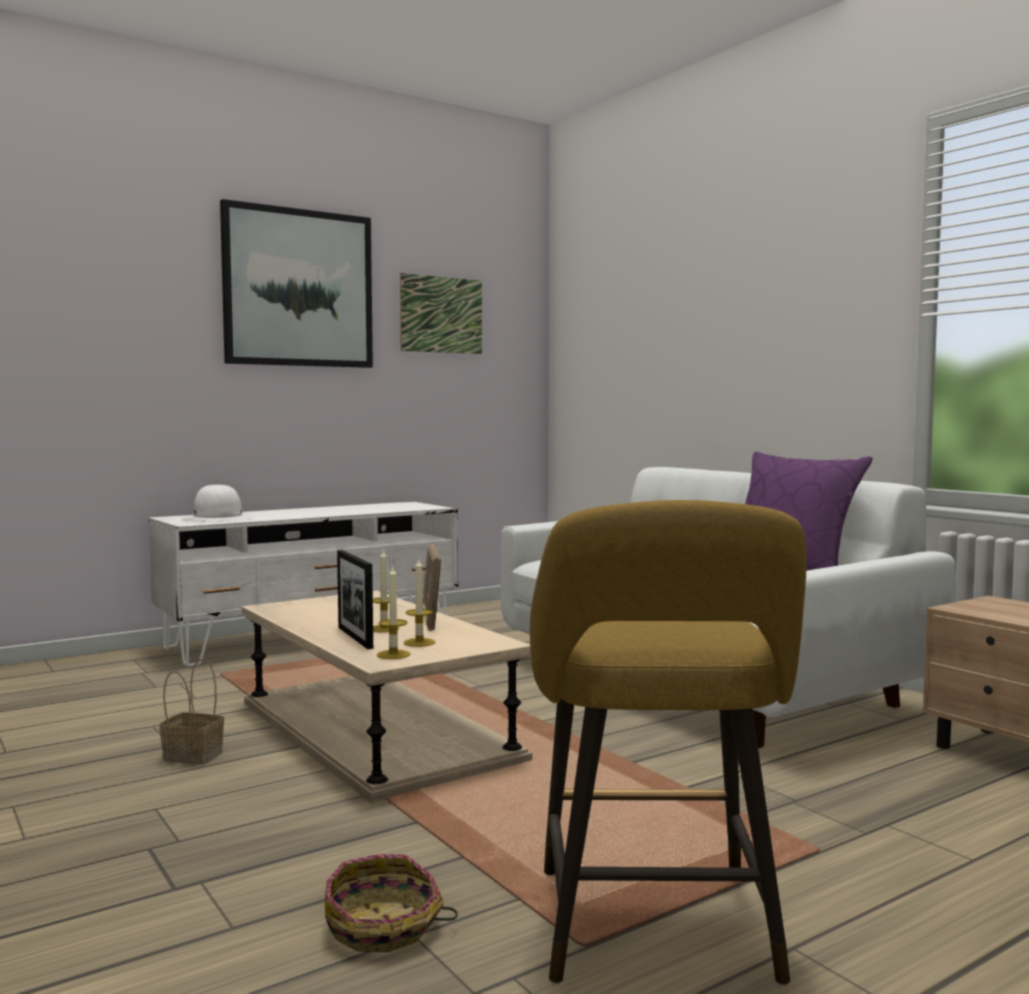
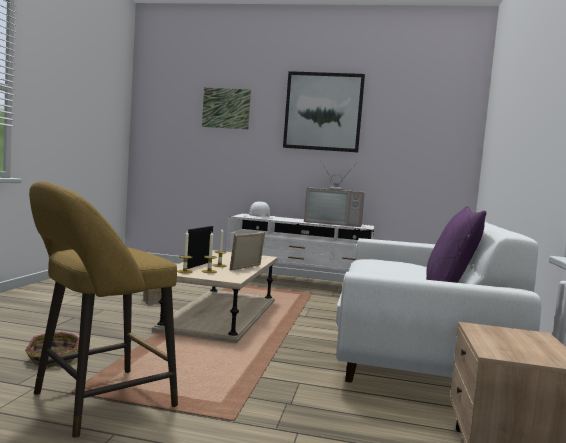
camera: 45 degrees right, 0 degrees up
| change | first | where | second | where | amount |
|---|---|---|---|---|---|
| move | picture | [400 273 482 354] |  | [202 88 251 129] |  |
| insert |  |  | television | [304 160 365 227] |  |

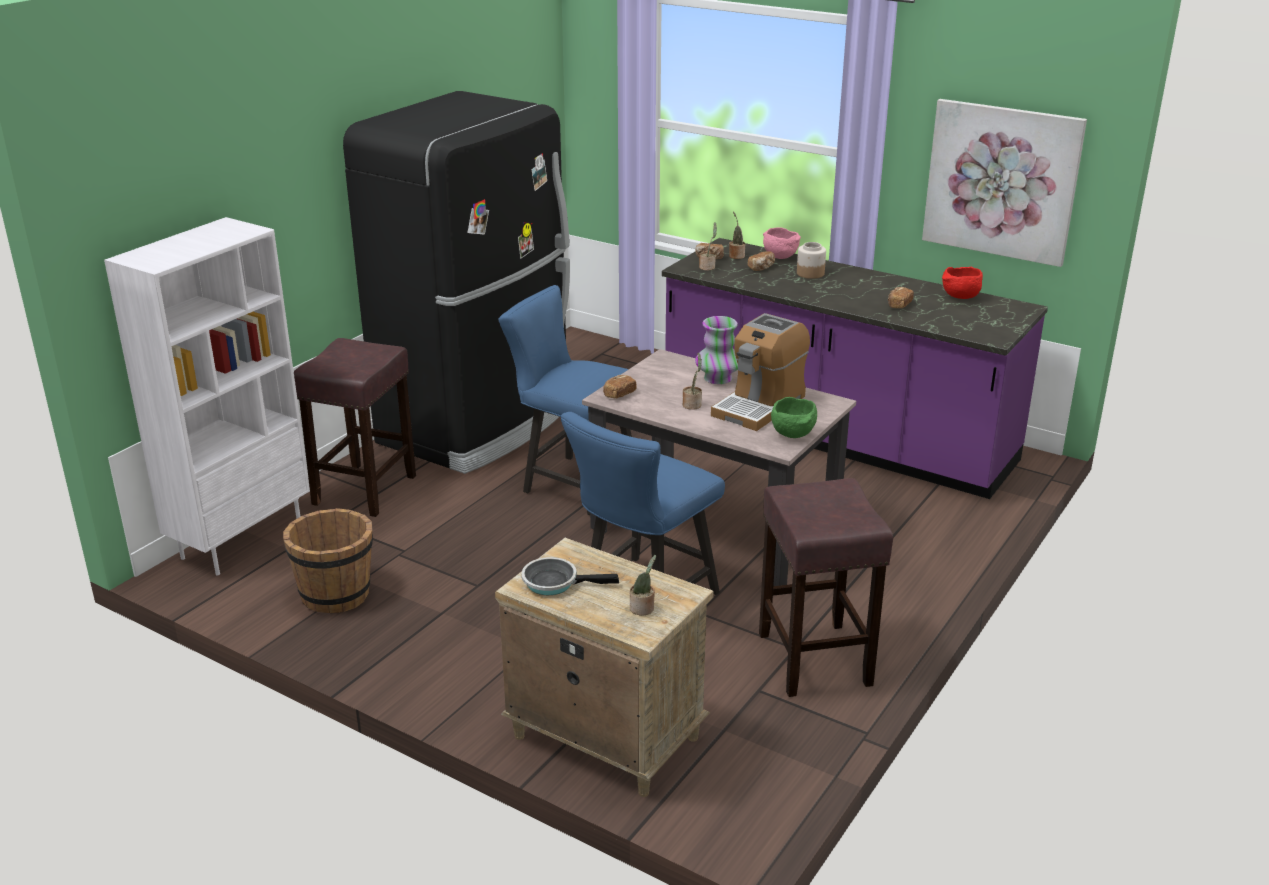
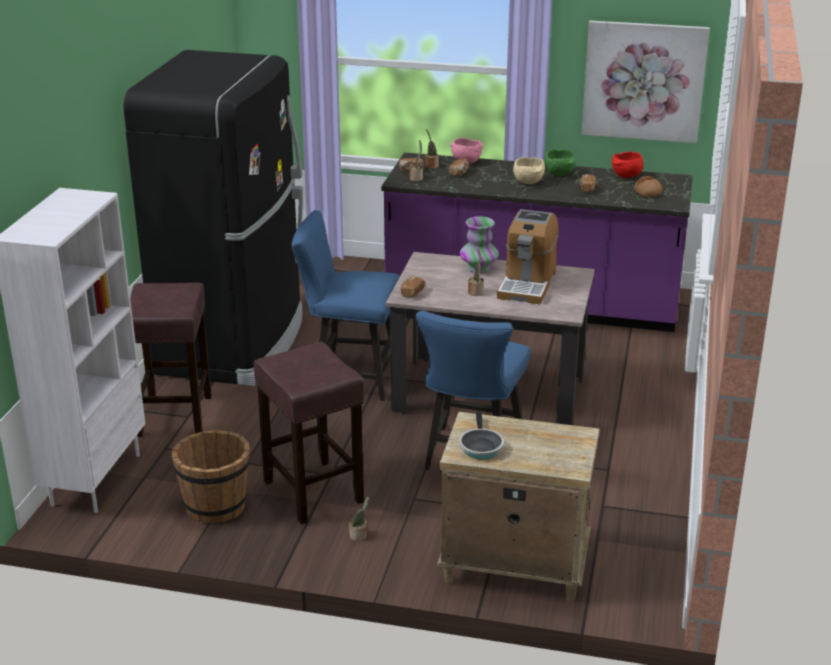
camera: 20 degrees left, 0 degrees up
| change | first | where | second | where | amount |
|---|---|---|---|---|---|
| rotate | frying pan | [522 557 619 595] |  | [459 411 504 459] | 75 degrees counterclockwise |
| move | potted plant | [630 555 656 616] |  | [349 497 369 541] |  |
| move | brown stool | [759 478 893 697] |  | [253 342 364 524] |  |
| move | green bowl | [771 397 817 438] |  | [544 149 575 176] |  |
| delete | jar | [797 242 826 279] |  |  |  |
| insert |  |  | beige bowl | [513 157 545 184] |  |
| insert |  |  | bread | [634 176 663 197] |  |

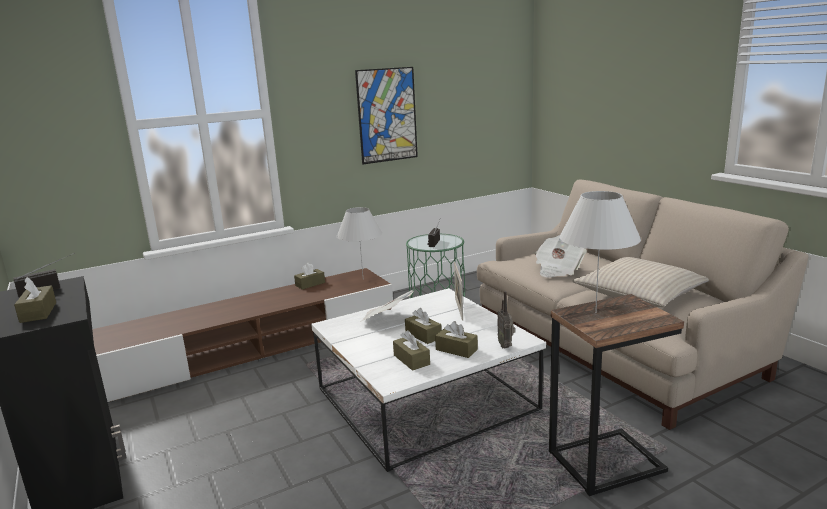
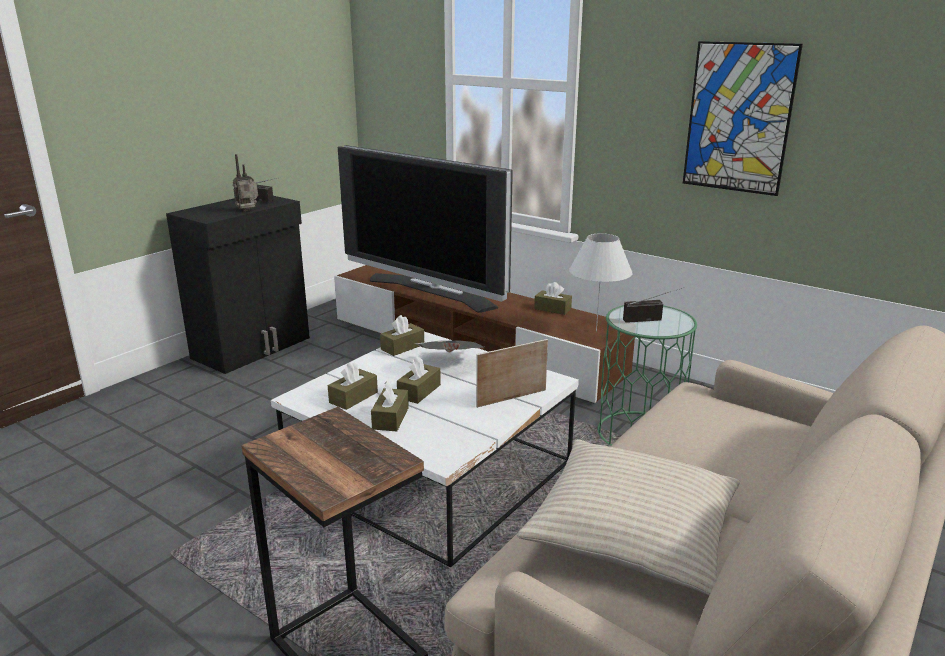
camera: 65 degrees right, 5 degrees up
| change | first | where | second | where | amount |
|---|---|---|---|---|---|
| move | brown tissue box | [14 277 56 323] |  | [380 315 424 356] |  |
| move | radio | [497 291 515 349] |  | [233 154 258 211] |  |
| delete | newspaper | [535 235 587 278] |  |  |  |
| delete | white table lamp | [559 191 641 313] |  |  |  |
| insert |  |  | television | [338 145 513 313] |  |

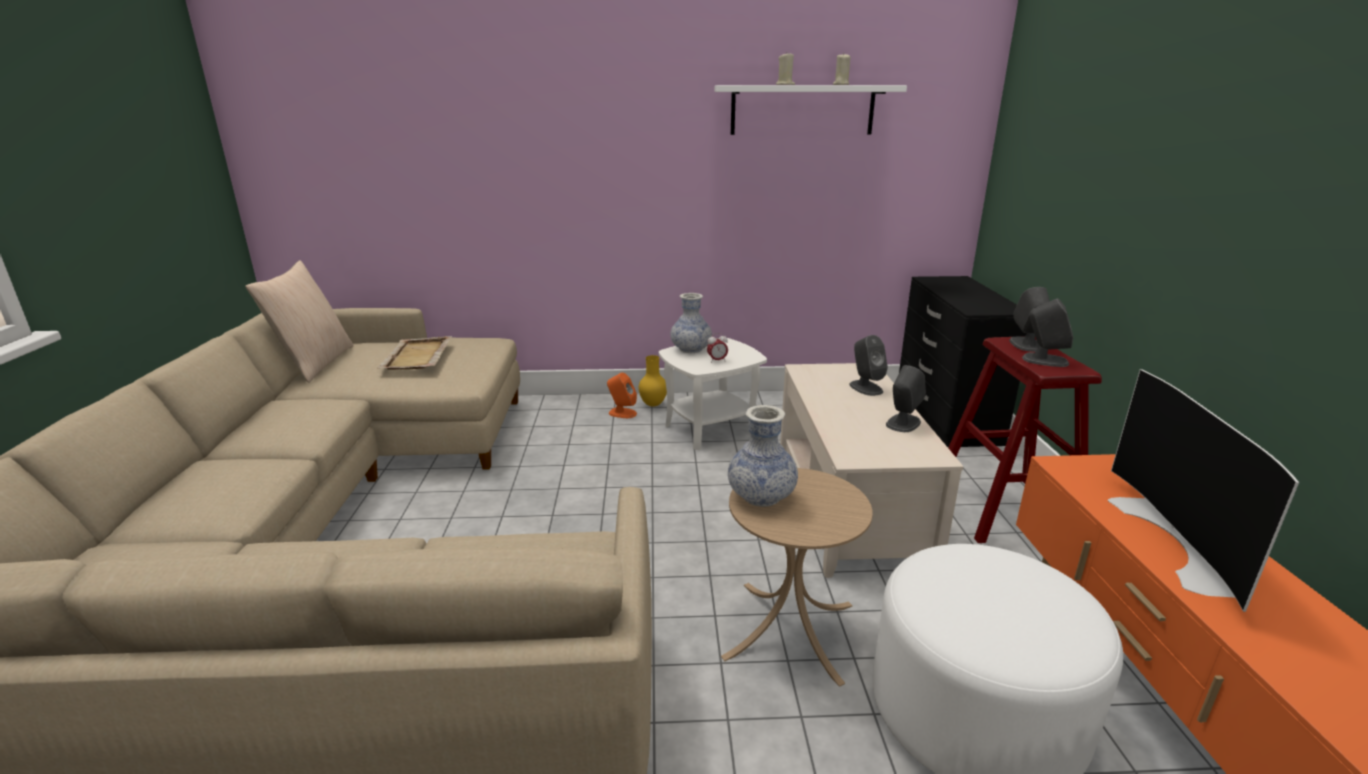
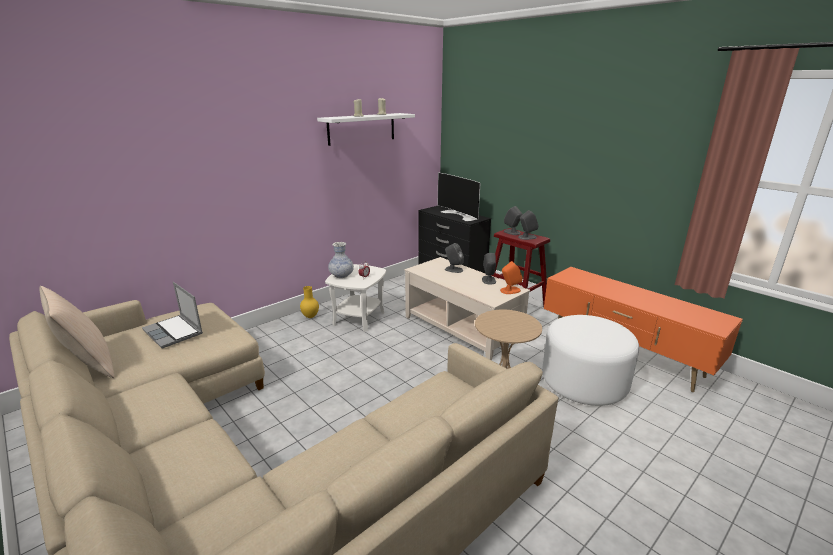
camera: 40 degrees left, 0 degrees up
| change | first | where | second | where | amount |
|---|---|---|---|---|---|
| replace | beige tray | [377 336 452 370] | laptop | [142 282 203 349] |  |
| move | orange speaker | [607 373 637 418] |  | [500 261 523 294] |  |
| delete | vase | [728 405 798 507] |  |  |  |
| move | television | [1108 369 1299 612] |  | [437 173 481 221] |  |

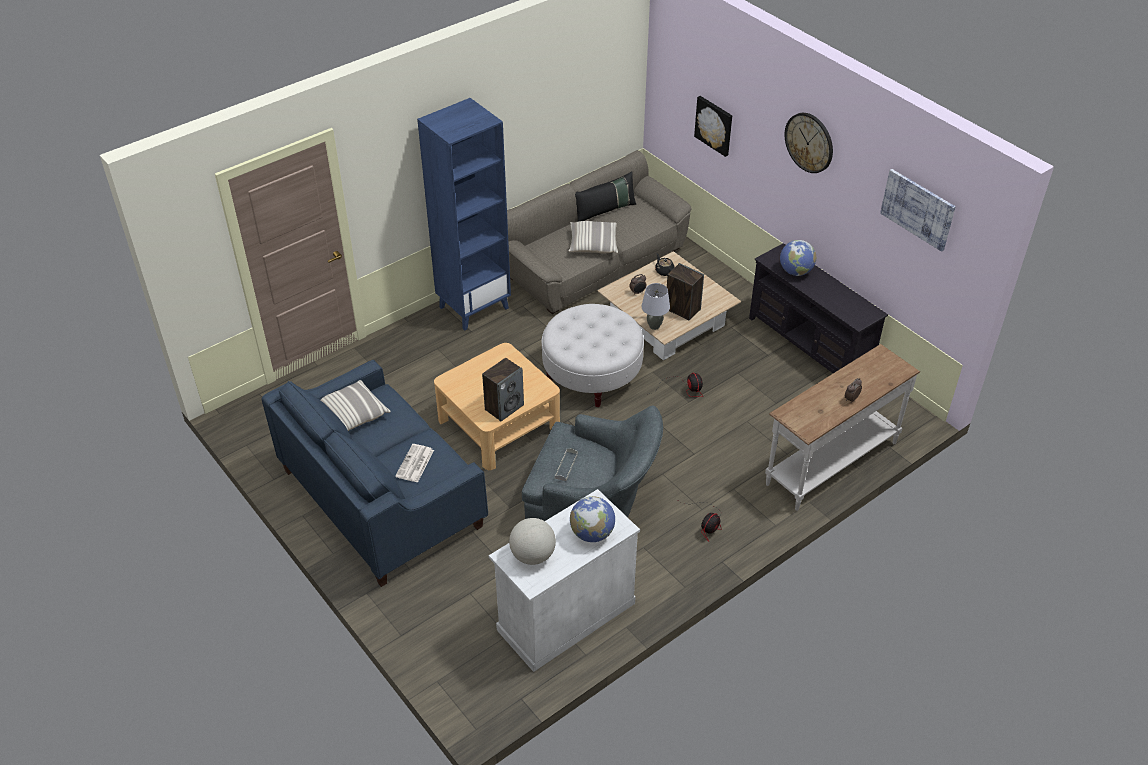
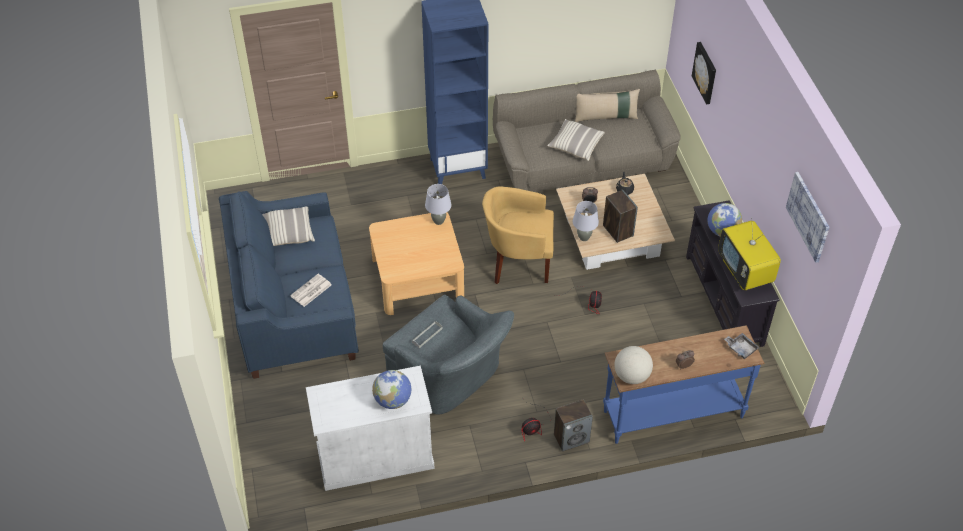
camera: 25 degrees right, 5 degrees up
| change | first | where | second | where | amount |
|---|---|---|---|---|---|
| move | speaker | [482 358 524 422] |  | [554 399 593 452] |  |
| move | globe | [509 518 556 565] |  | [614 346 653 384] |  |
| replace | white ottoman | [542 304 644 407] | yellow armchair | [482 186 554 284] |  |
| recolor | black pillow | [575 171 636 221] | beige pillow | [575 89 640 122] |  |
| recolor | white console table | [765 344 920 511] | blue console table | [603 325 765 444] |  |
| delete | wall clock | [785 113 833 173] |  |  |  |
| insert |  |  | grey table lamp | [425 184 451 225] |  |
| insert |  |  | television | [718 217 781 290] |  |
| insert |  |  | grey tray | [724 333 759 359] |  |

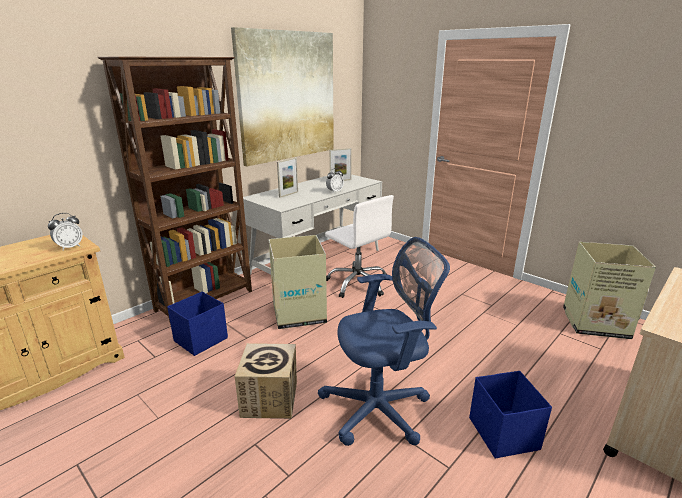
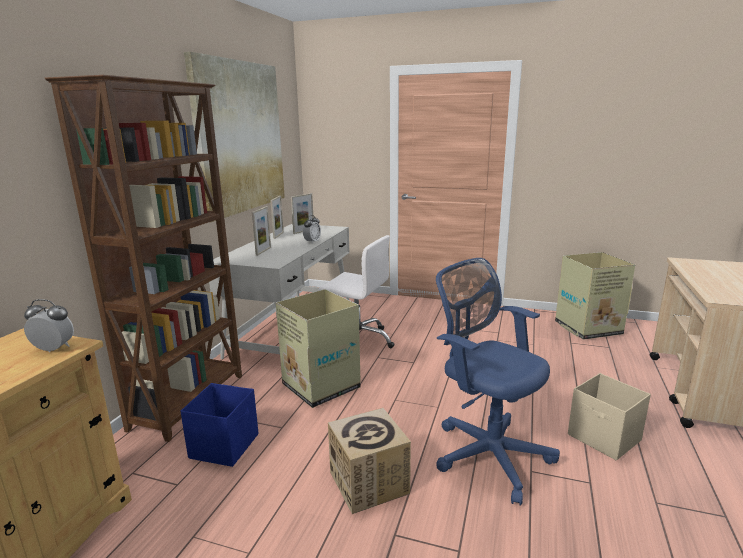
camera: 25 degrees left, 5 degrees down
| change | first | where | second | where | amount |
|---|---|---|---|---|---|
| rotate | alarm clock | [48 213 83 251] |  | [24 299 74 352] | 105 degrees counterclockwise |
| rotate | blue office chair | [318 237 450 446] |  | [436 258 560 506] | 90 degrees counterclockwise |
| recolor | blue storage box | [469 371 552 458] | beige storage box | [568 373 651 461] |  |
| insert |  |  | picture frame | [270 196 284 239] |  |

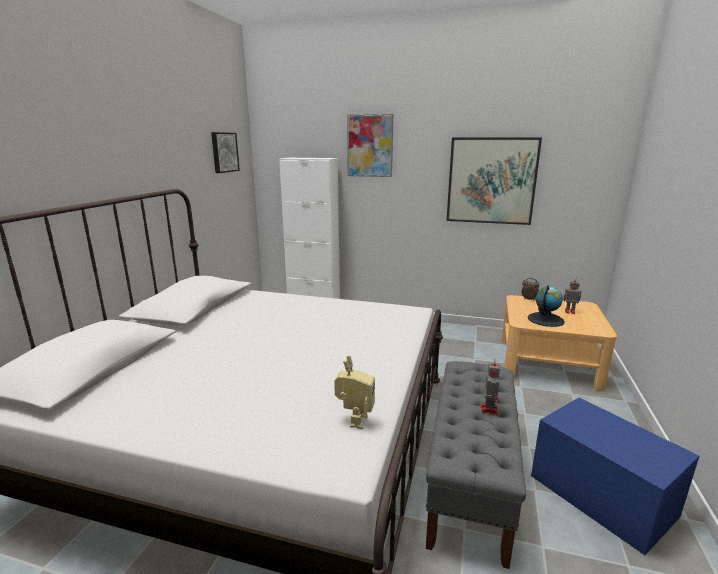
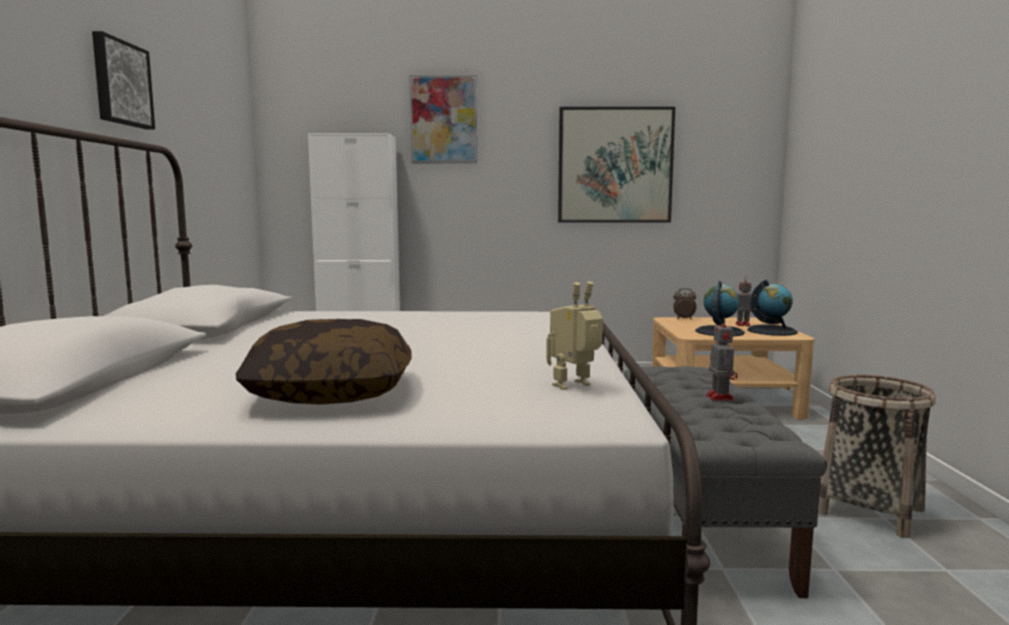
camera: 15 degrees left, 10 degrees down
| change | first | where | second | where | amount |
|---|---|---|---|---|---|
| move | picture | [211 132 240 173] |  | [92 31 155 129] |  |
| rotate | toy robot | [334 355 375 429] |  | [546 281 603 390] | 120 degrees counterclockwise |
| replace | blue storage box | [531 398 699 555] | basket | [818 375 936 538] |  |
| insert |  |  | pillow | [236 319 412 405] |  |
| insert |  |  | globe | [747 280 798 336] |  |

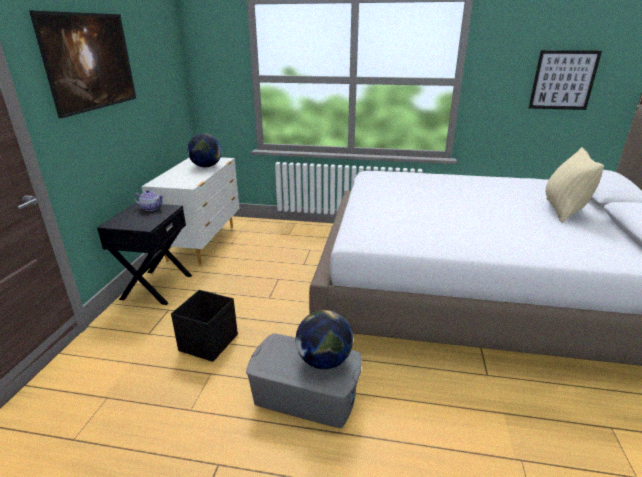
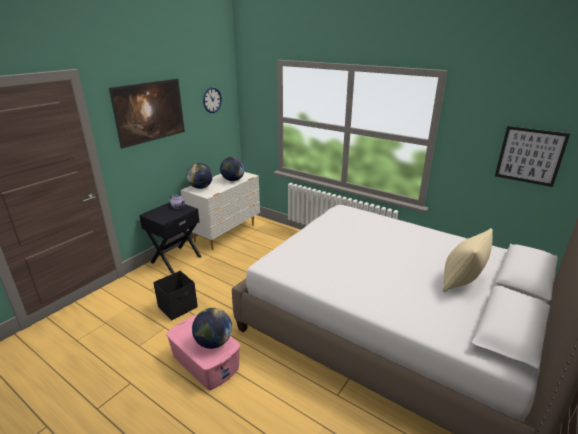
camera: 25 degrees right, 0 degrees up
| change | first | where | second | where | amount |
|---|---|---|---|---|---|
| recolor | grey storage box | [246 334 362 428] | pink storage box | [166 314 241 390] |  |
| insert |  |  | globe | [187 163 213 189] |  |
| insert |  |  | wall clock | [203 87 222 113] |  |

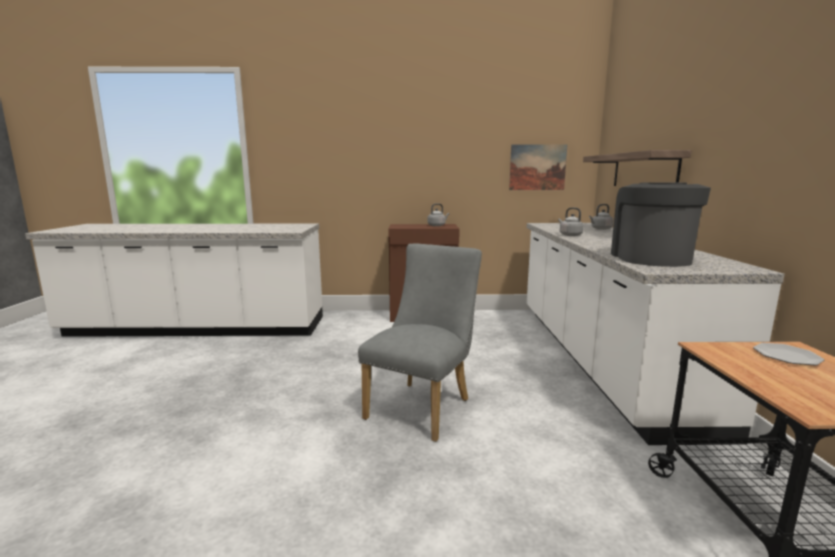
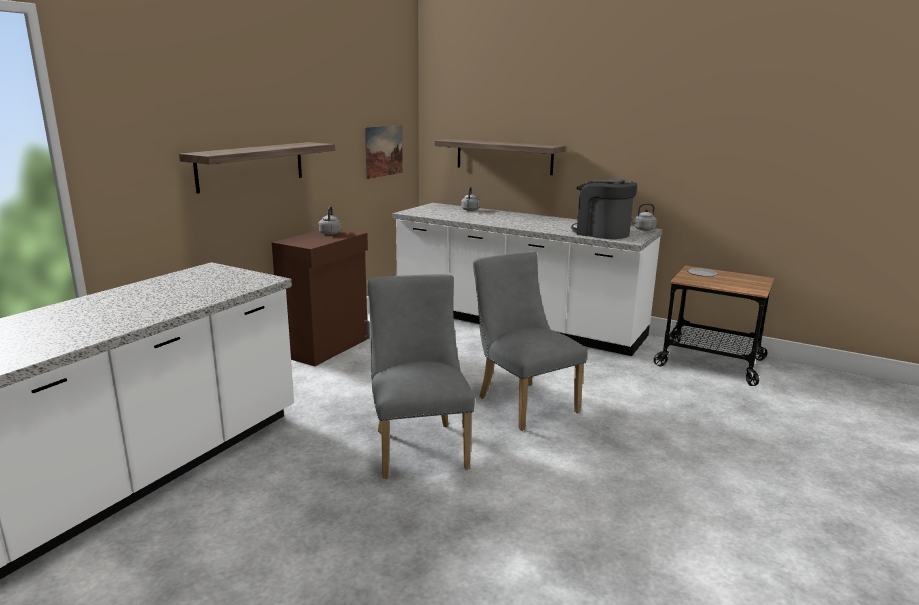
camera: 60 degrees left, 5 degrees up
| change | first | where | second | where | amount |
|---|---|---|---|---|---|
| move | grey kettle | [558 207 584 236] |  | [631 203 657 231] |  |
| insert |  |  | shelf | [179 142 335 194] |  |
| insert |  |  | grey chair | [367 274 475 479] |  |

